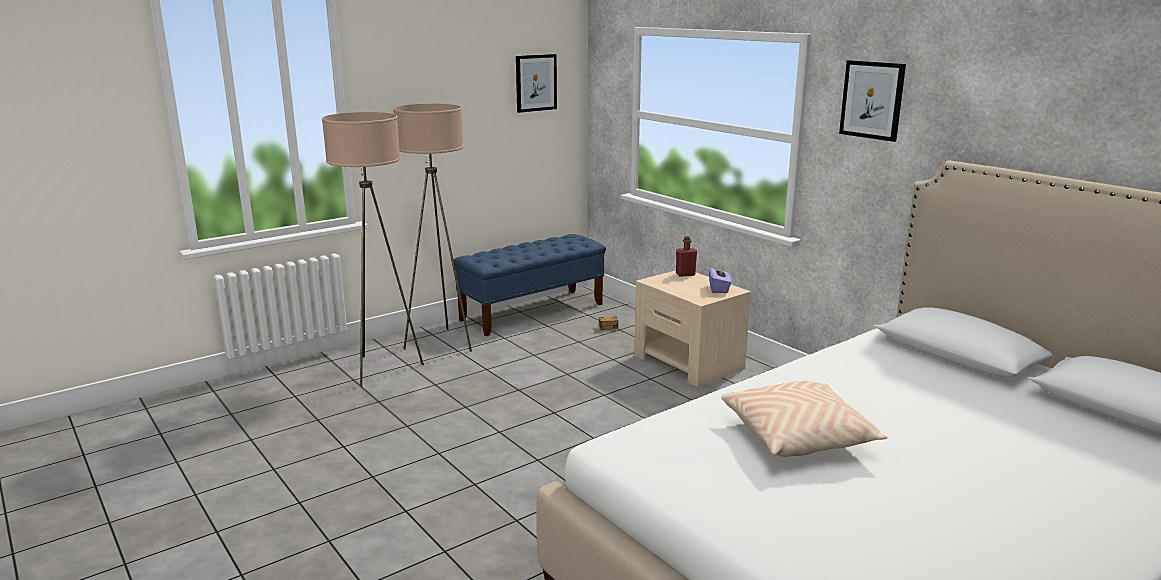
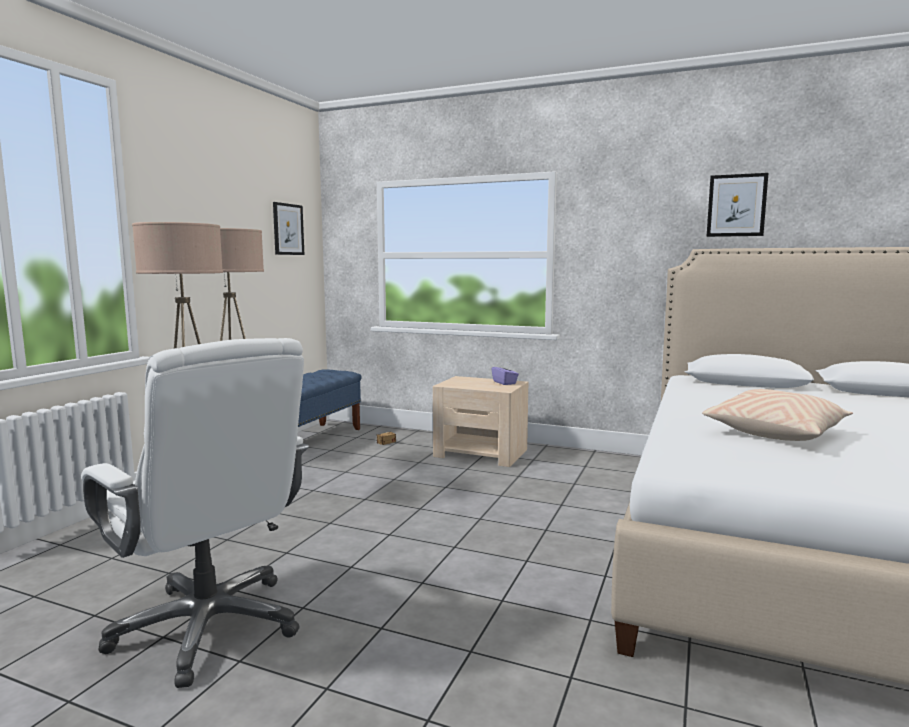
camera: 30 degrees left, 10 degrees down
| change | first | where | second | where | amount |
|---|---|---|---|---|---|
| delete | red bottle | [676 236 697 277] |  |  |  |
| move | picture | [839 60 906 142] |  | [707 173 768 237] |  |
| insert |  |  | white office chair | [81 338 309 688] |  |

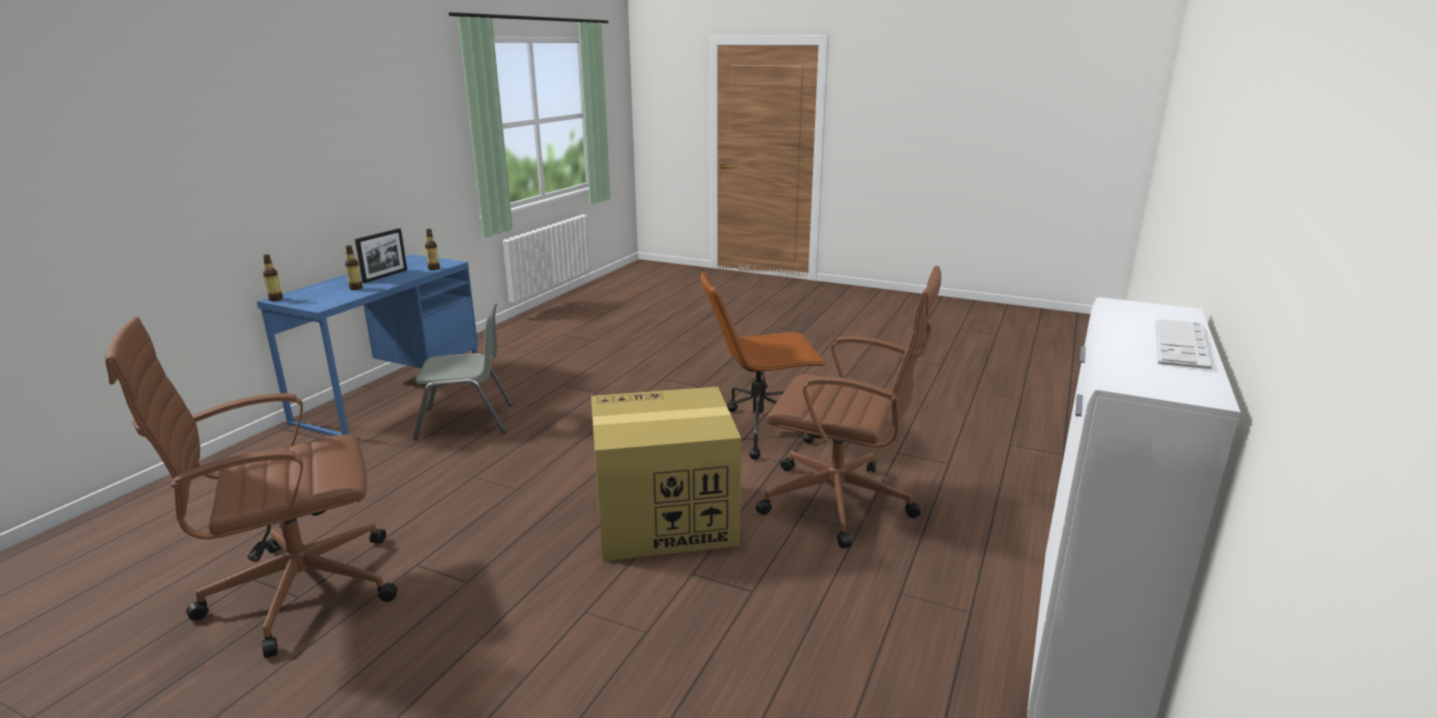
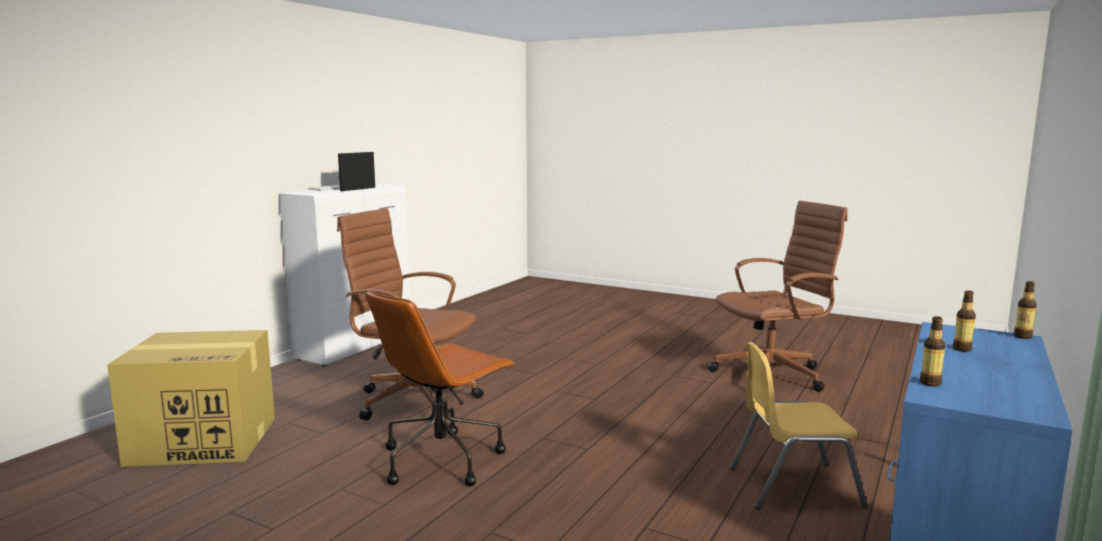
camera: 175 degrees left, 10 degrees down
| change | first | where | second | where | amount |
|---|---|---|---|---|---|
| move | picture frame | [355 228 407 283] |  | [338 152 375 191] |  |
| recolor | grey chair | [413 303 513 440] | yellow chair | [730 342 868 510] |  |
| move | cardboard box | [591 387 741 561] |  | [107 330 275 467] |  |
| rotate | brown office chair | [701 271 827 460] |  | [365 290 515 486] | 135 degrees clockwise |

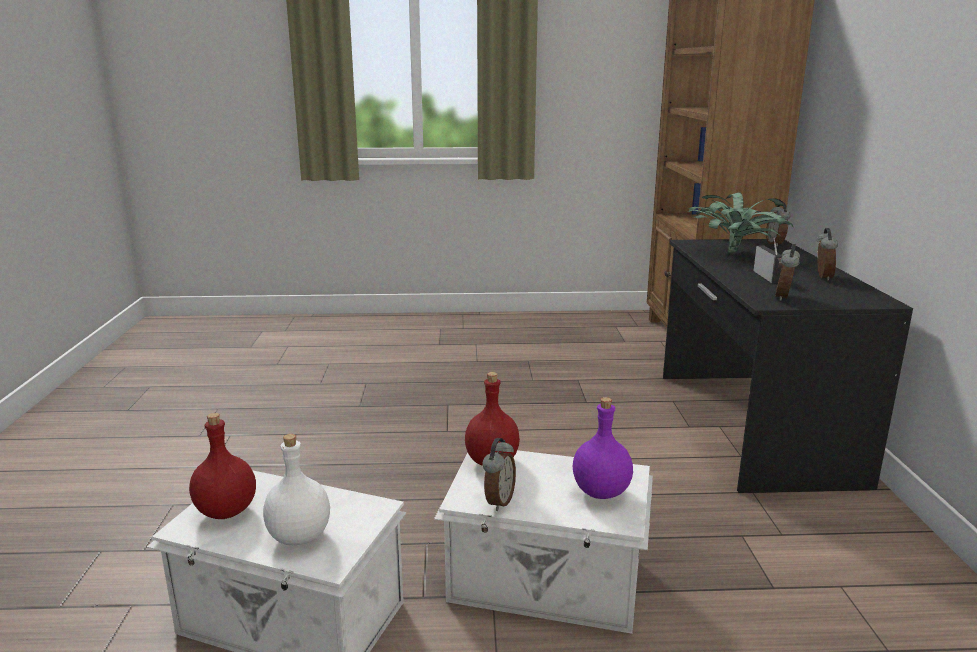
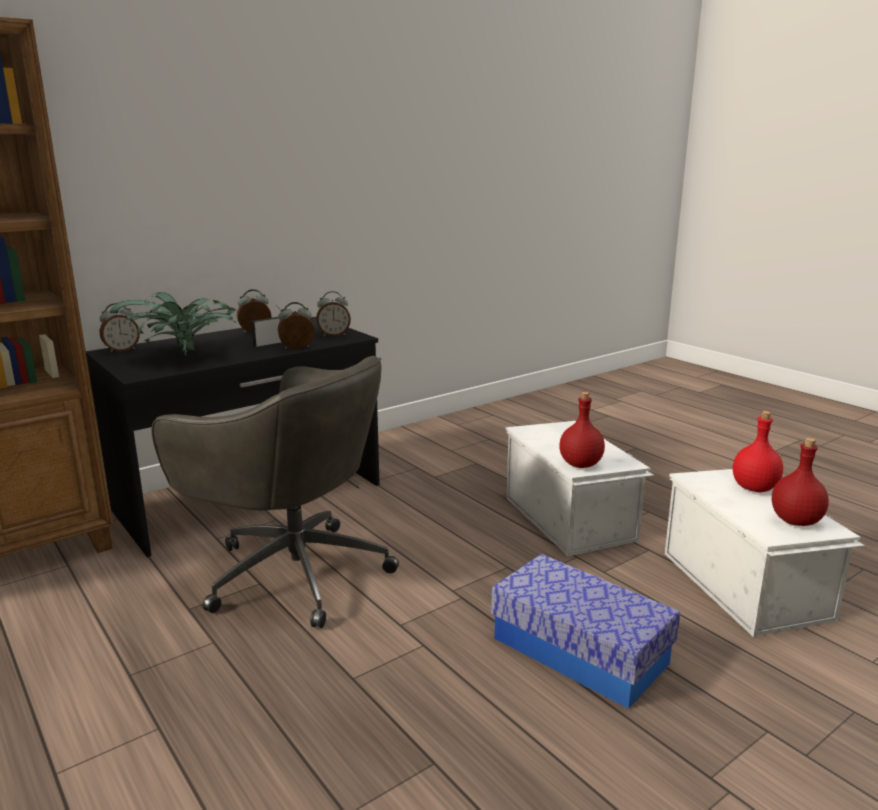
camera: 125 degrees left, 0 degrees up
| change | first | where | second | where | amount |
|---|---|---|---|---|---|
| recolor | white bottle | [263 434 330 545] | red bottle | [733 411 783 492] |  |
| move | alarm clock | [482 438 516 511] |  | [278 302 314 349] |  |
| delete | purple bottle | [573 397 633 499] |  |  |  |
| insert |  |  | grey office chair | [151 356 399 628] |  |
| insert |  |  | storage box | [491 554 680 709] |  |

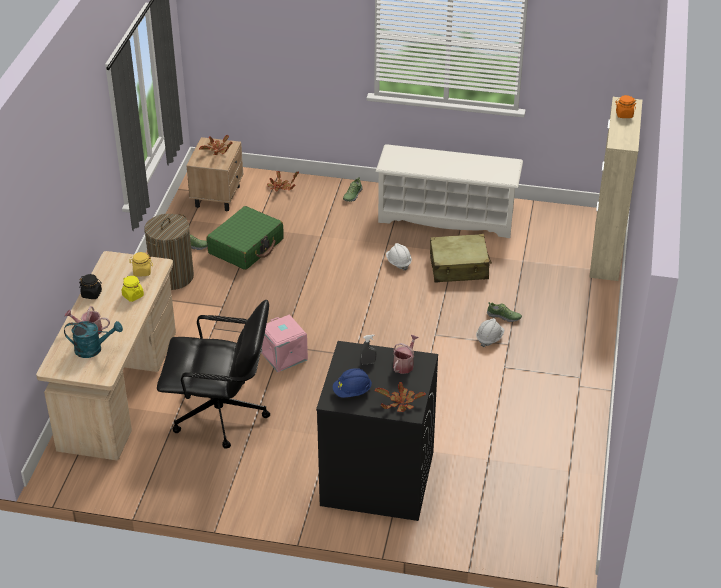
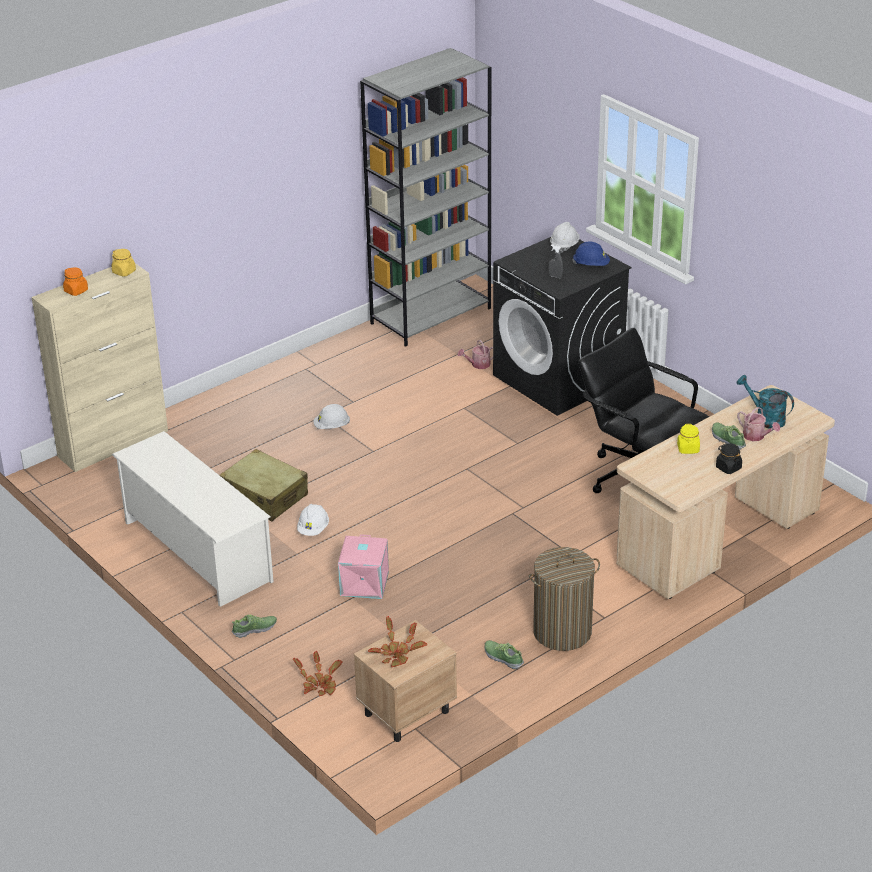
camera: 140 degrees left, 5 degrees down
| change | first | where | second | where | amount |
|---|---|---|---|---|---|
| move | yellow jar | [129 252 153 277] |  | [111 249 136 277] |  |
| delete | green suitcase | [207 206 284 270] |  |  |  |
| move | pink storage box | [261 314 308 373] |  | [338 534 389 599] |  |
| replace | potted plant | [375 382 426 412] | white hard hat | [550 222 580 253] |  |
| move | watering can | [393 334 419 374] |  | [458 340 493 369] |  |
| move | shoe | [487 302 522 322] |  | [712 422 746 449] |  |
| insert |  |  | grey bookcase | [360 48 491 347] |  |

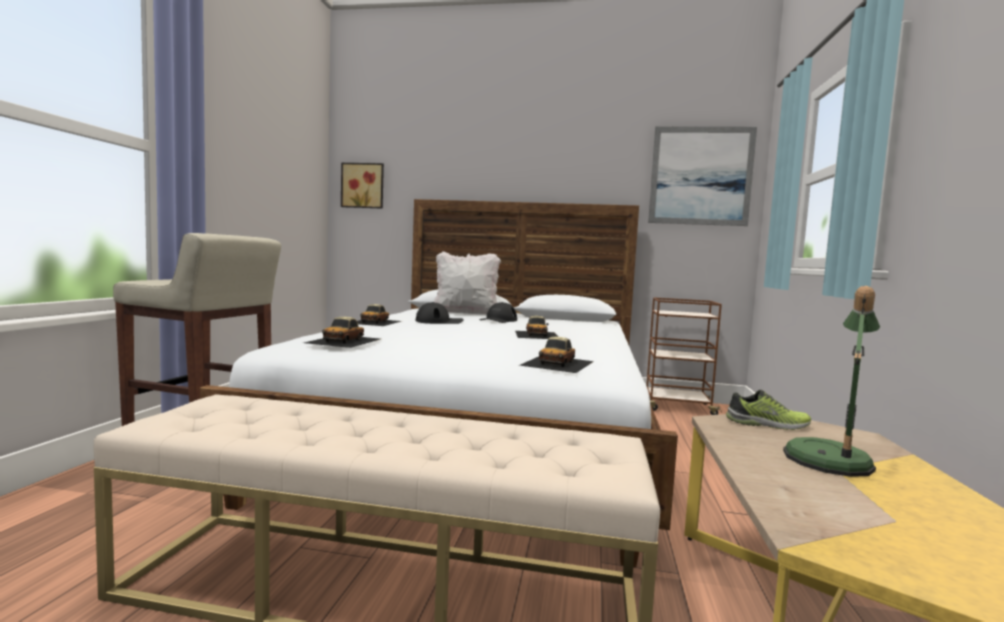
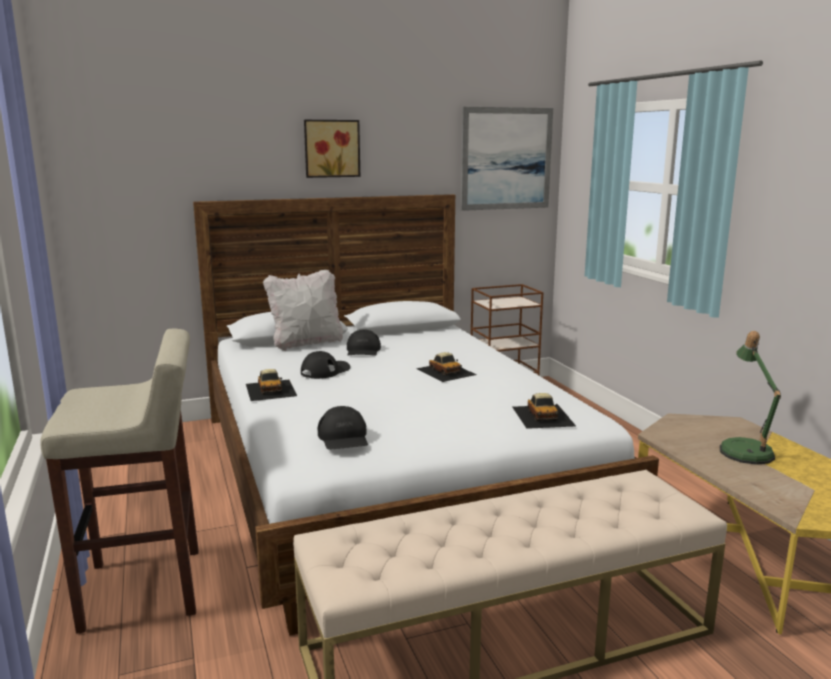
camera: 30 degrees left, 10 degrees up
| change | first | where | second | where | amount |
|---|---|---|---|---|---|
| replace | toy car | [304 317 380 348] | black cap | [317 406 368 450] |  |
| move | picture | [341 163 384 209] |  | [304 120 360 178] |  |
| delete | shoe | [726 390 811 430] |  |  |  |

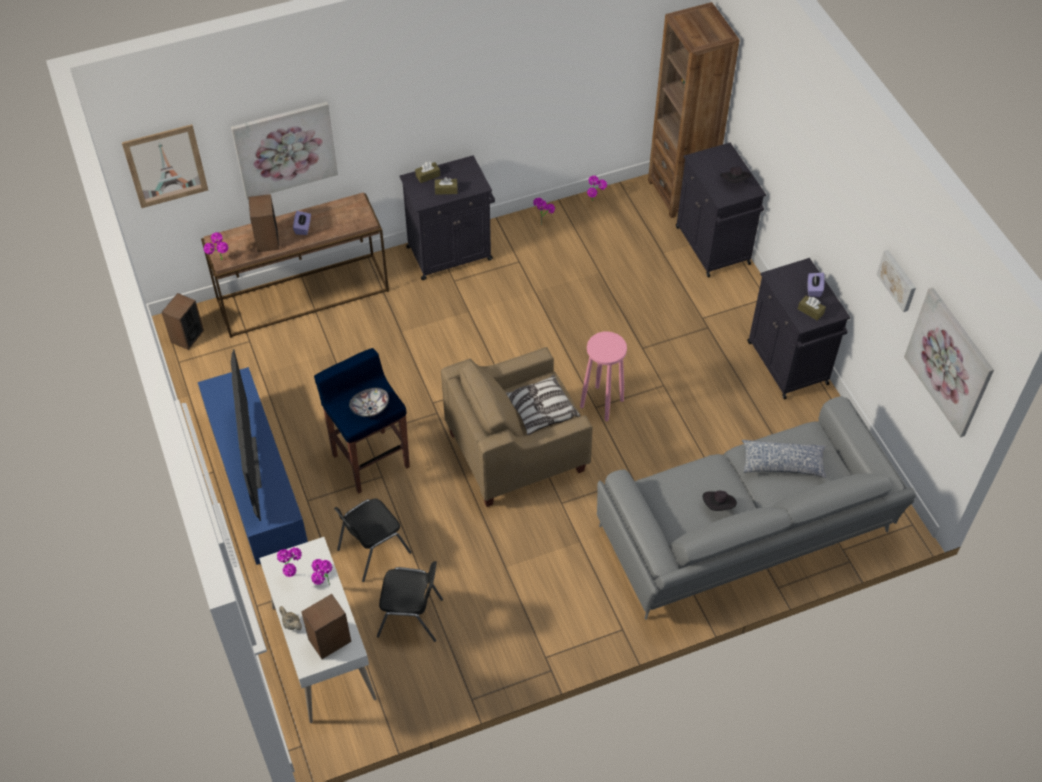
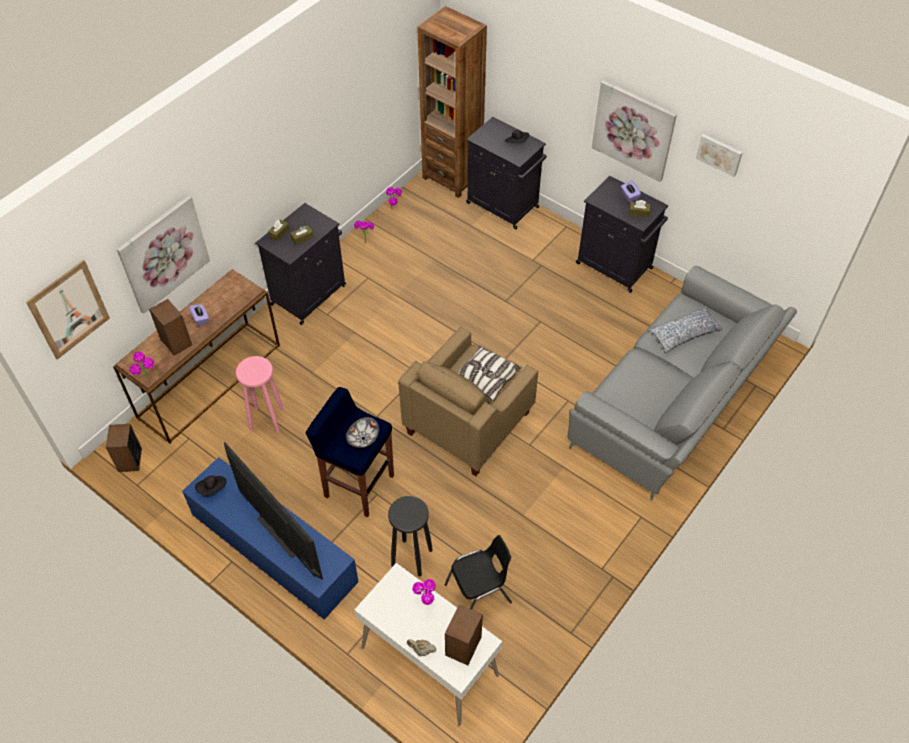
camera: 30 degrees left, 0 degrees up
| change | first | where | second | where | amount |
|---|---|---|---|---|---|
| delete | potted plant | [277 547 302 577] |  |  |  |
| replace | black chair | [334 498 412 582] | black stool | [388 496 433 577] |  |
| move | pink stool | [580 331 627 421] |  | [236 356 284 432] |  |
| move | black hat | [703 491 737 511] |  | [195 476 227 496] |  |
| move | picture | [904 287 994 438] |  | [592 80 677 182] |  |

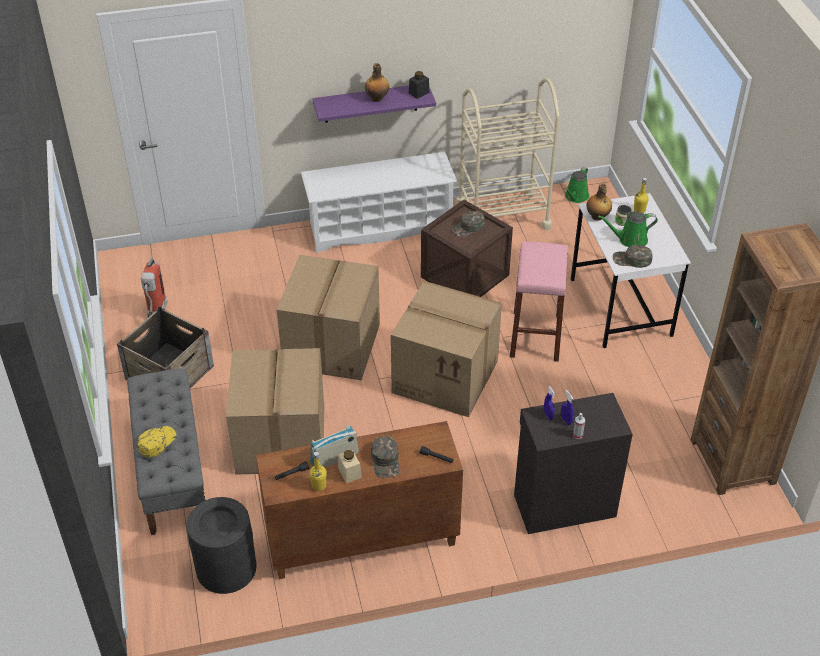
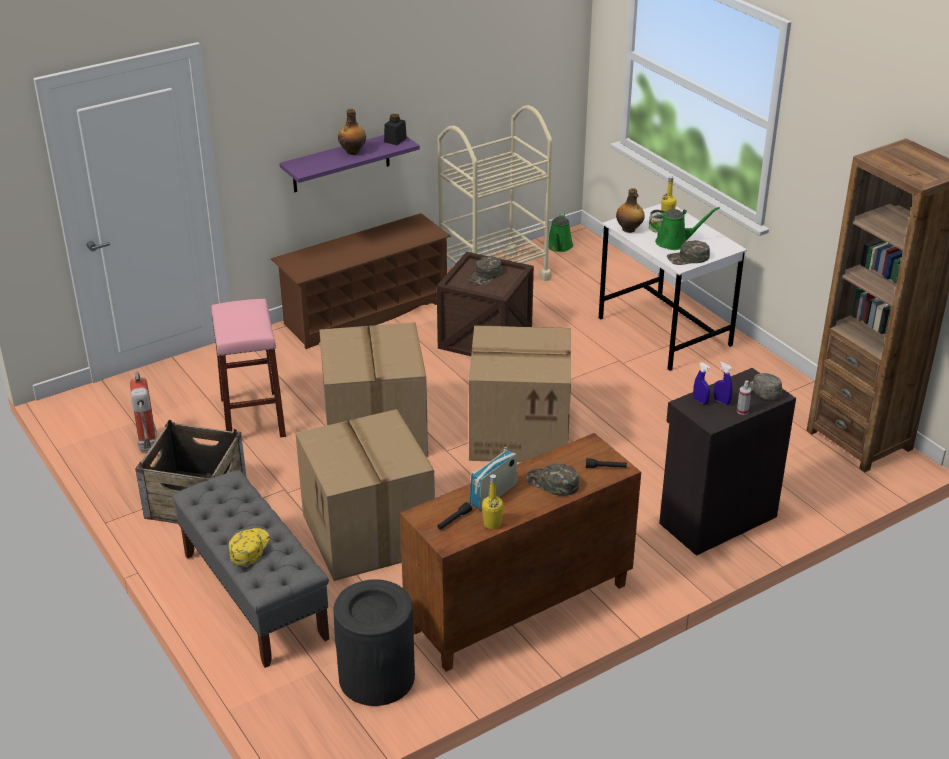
camera: 20 degrees left, 10 degrees down
| change | first | where | second | where | amount |
|---|---|---|---|---|---|
| recolor | white shoe rack | [301 152 457 252] | brown shoe rack | [271 213 451 349] |  |
| delete | beige jar | [338 450 362 483] |  |  |  |
| rotate | green cap | [371 436 400 478] |  | [526 463 579 496] | 150 degrees clockwise |
| move | pink stool | [510 242 568 362] |  | [212 299 286 438] |  |
| rotate | green watering can | [598 211 658 247] |  | [650 207 720 250] | 150 degrees counterclockwise |
| insert |  |  | grey cap | [749 373 782 399] |  |

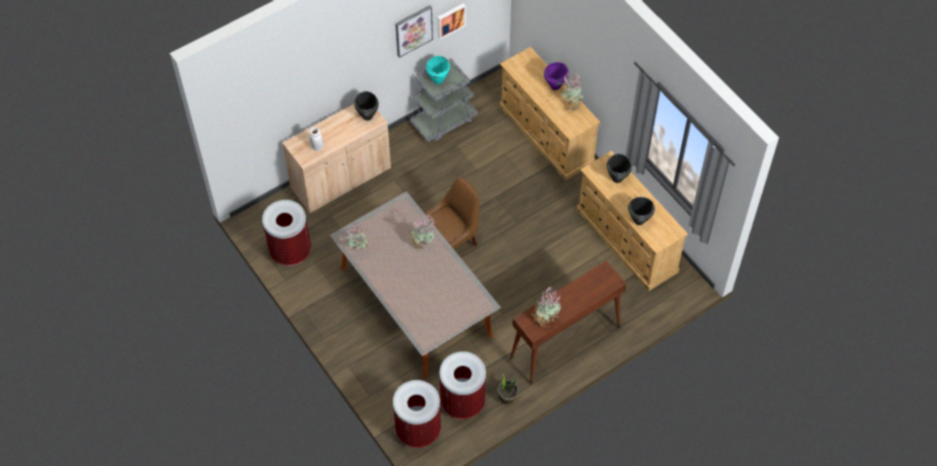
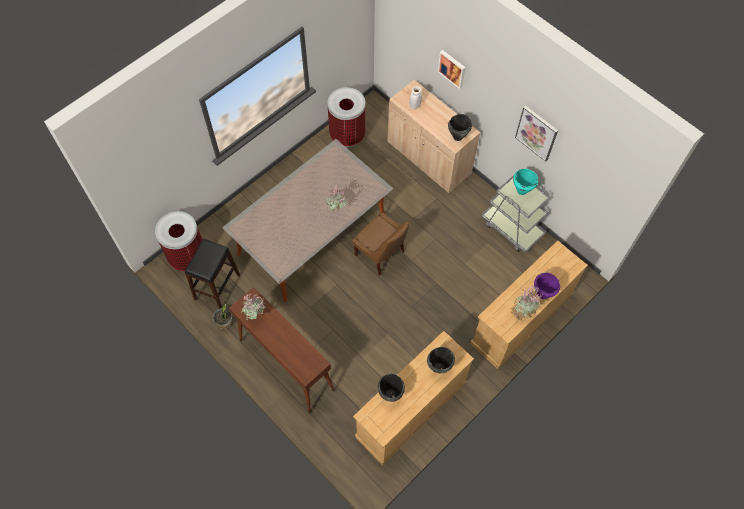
camera: 80 degrees right, 5 degrees up
| change | first | where | second | where | amount |
|---|---|---|---|---|---|
| delete | potted plant | [344 222 371 253] |  |  |  |
| move | picture | [437 3 466 40] |  | [438 50 465 89] |  |
| replace | trash can | [439 351 486 419] | black stool | [185 239 240 309] |  |

